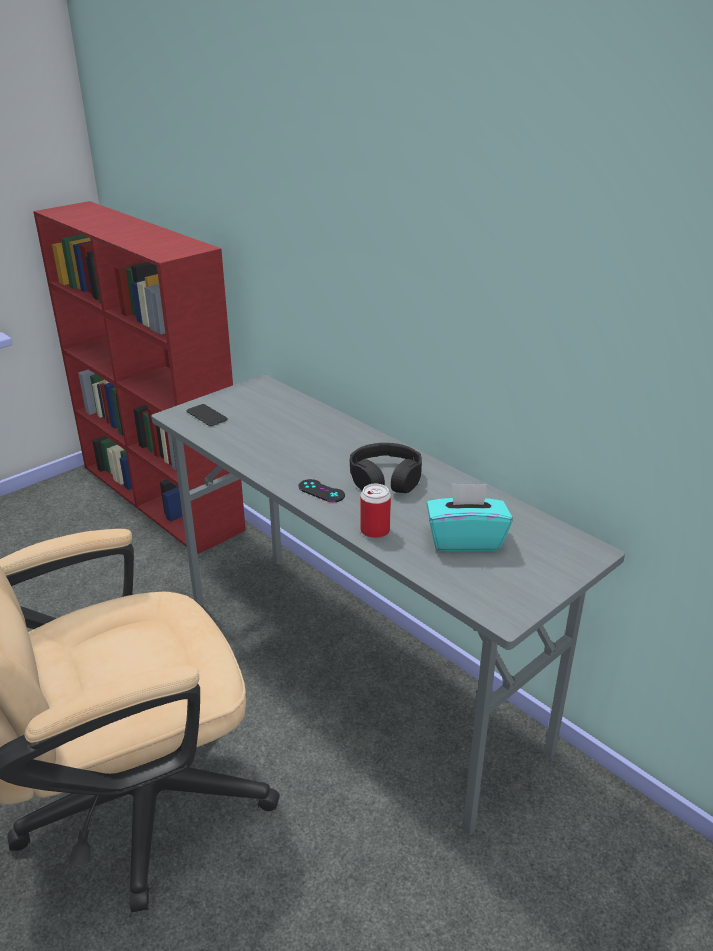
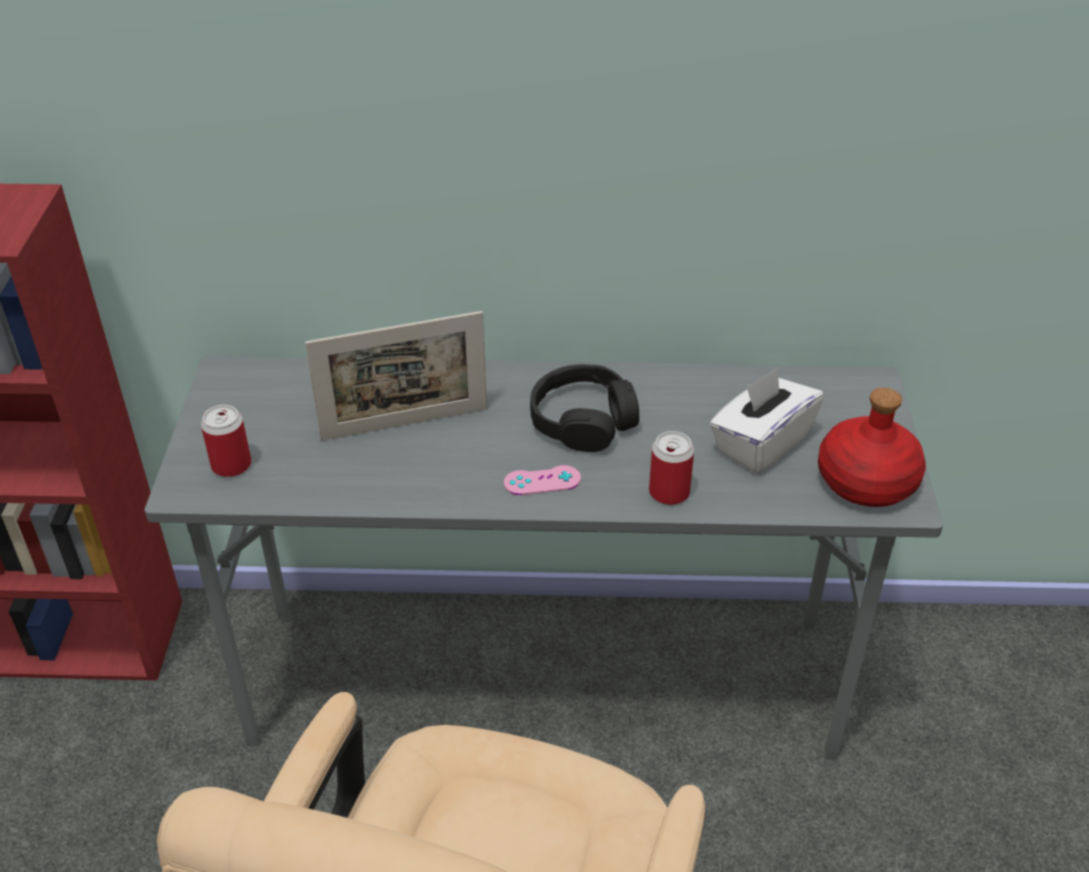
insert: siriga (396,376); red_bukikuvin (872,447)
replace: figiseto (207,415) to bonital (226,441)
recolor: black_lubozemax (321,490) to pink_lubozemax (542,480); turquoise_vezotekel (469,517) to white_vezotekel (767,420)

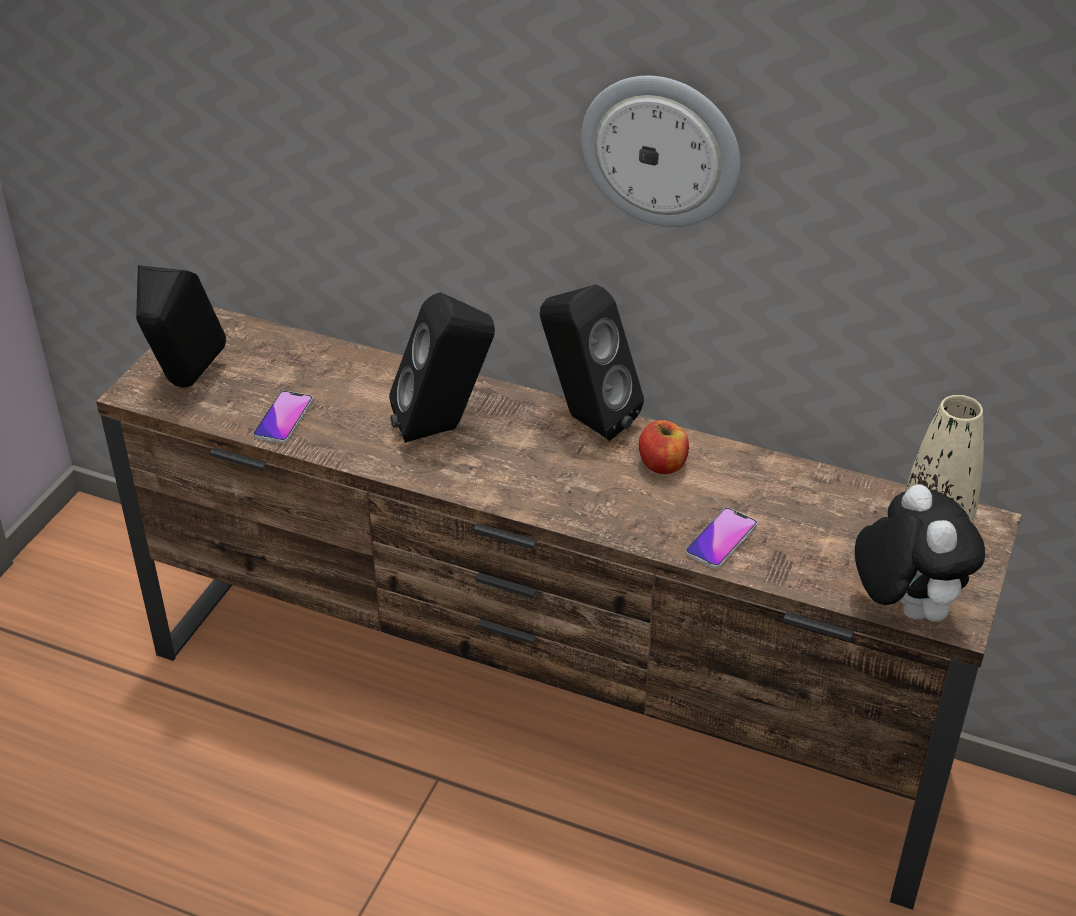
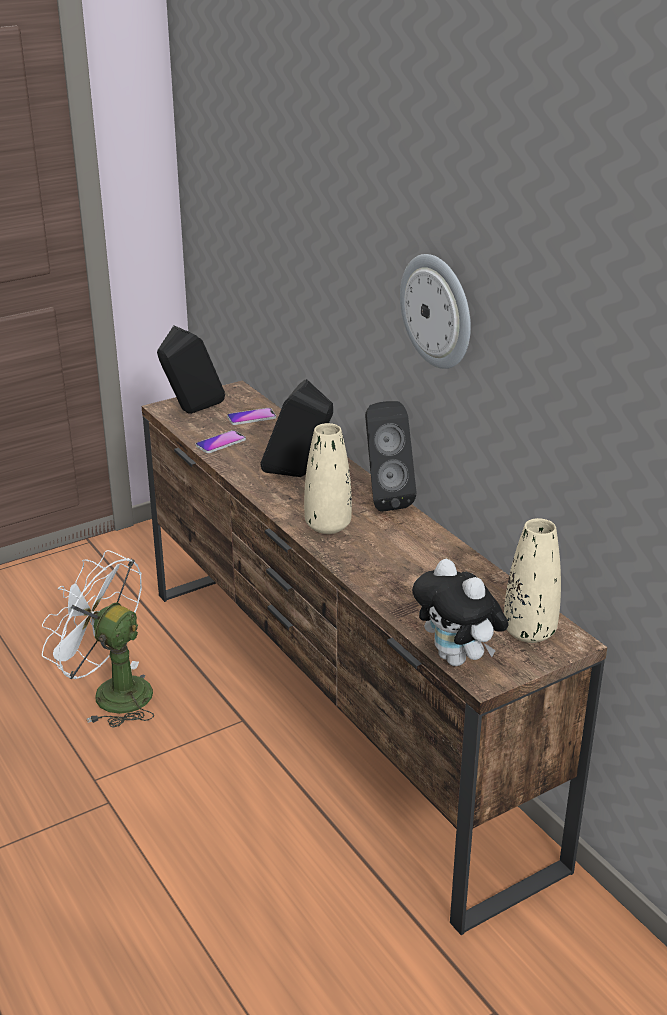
delete: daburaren (664,447)
insert: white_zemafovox (98,639); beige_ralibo (328,478)
move: figiseto (721,538) to (251,416)
rotate: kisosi (920,553) = (460,612) 120 degrees clockwise

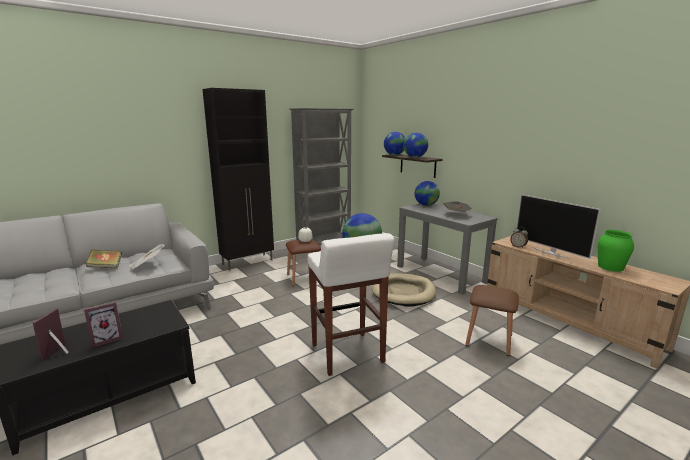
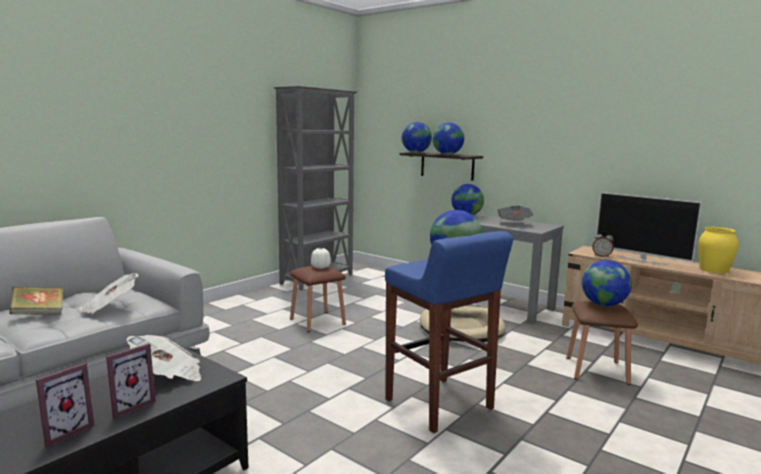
delete: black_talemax (238,179)
insert: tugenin (163,358); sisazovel (607,283)
recolor: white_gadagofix (351,304) to blue_gadagofix (449,332); green_ralibo (616,251) to yellow_ralibo (718,250)
rotate: siriga (51,334) = (65,405) 135 degrees counterclockwise

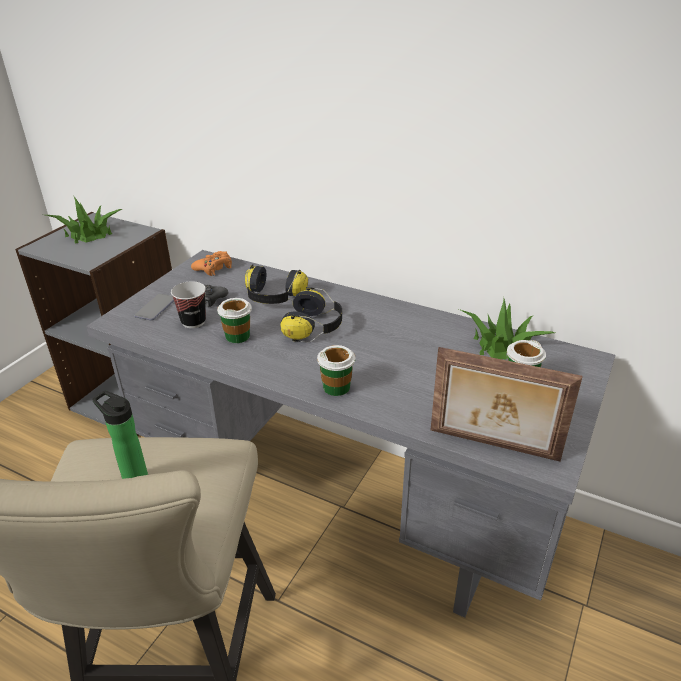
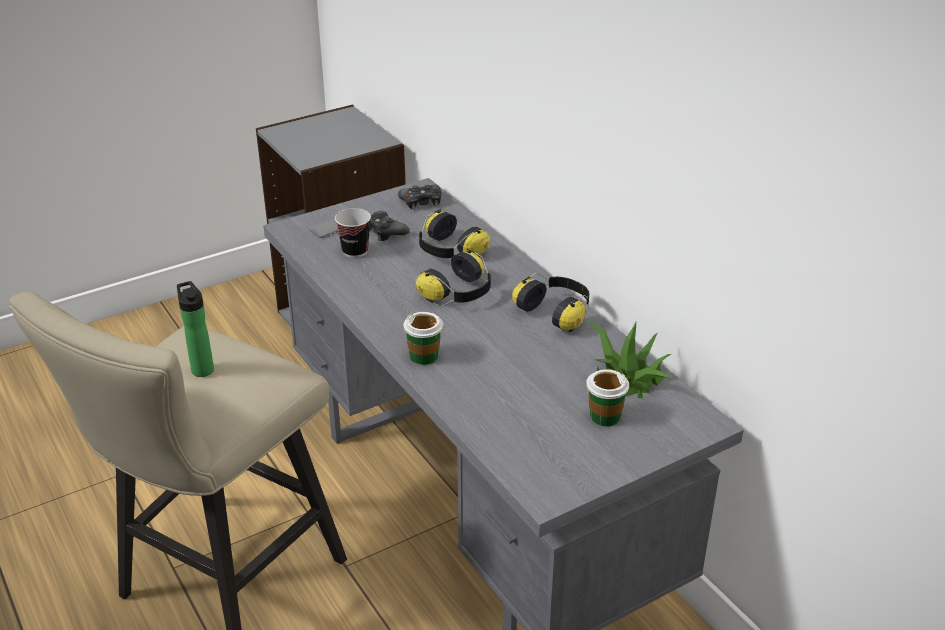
delete: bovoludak (84,220); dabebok (234,320); siriga (506,404)
insert: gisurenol (550,302)
recolor: orange_lubozemax (211,263) to black_lubozemax (419,197)

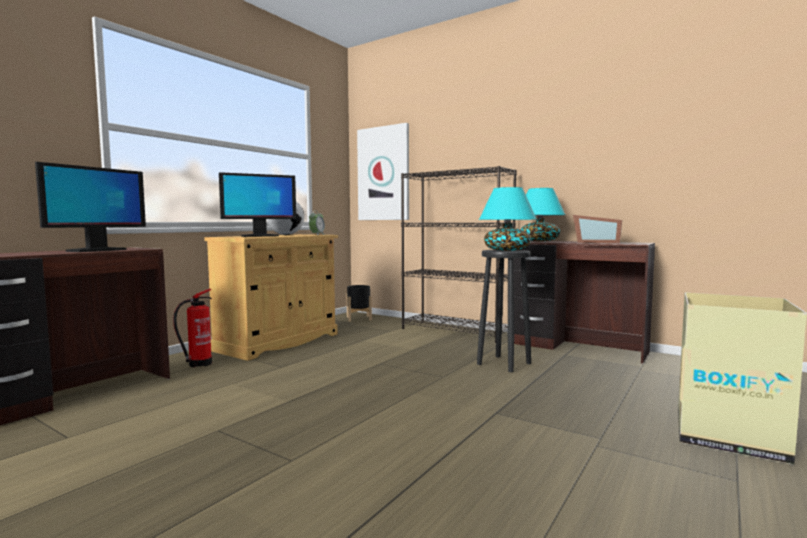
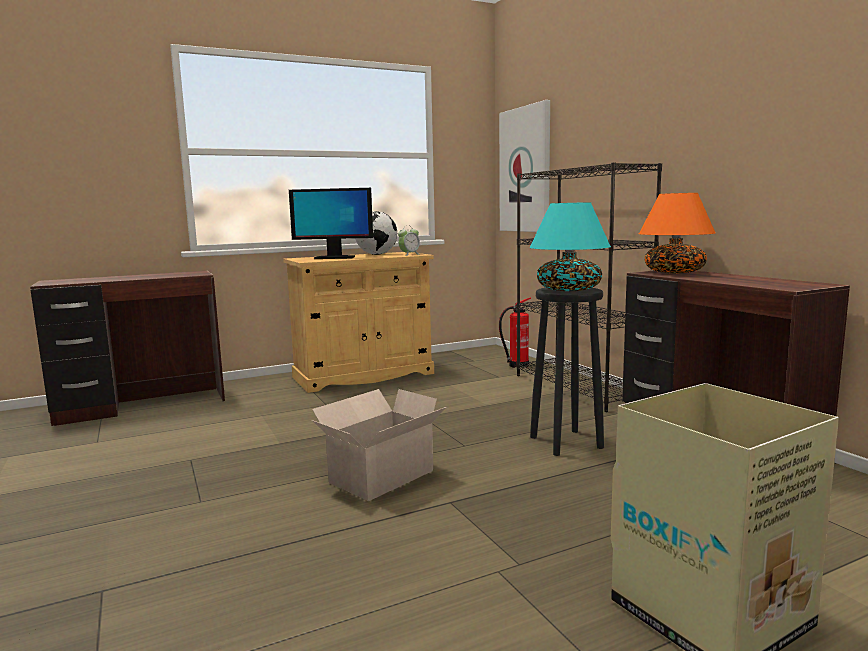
delete: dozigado (90,207); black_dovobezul (359,303); siriga (597,229)
insert: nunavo (379,445)
move: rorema (192,328) to (515,333)
recolor: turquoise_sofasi (542,214) to orange_sofasi (677,233)

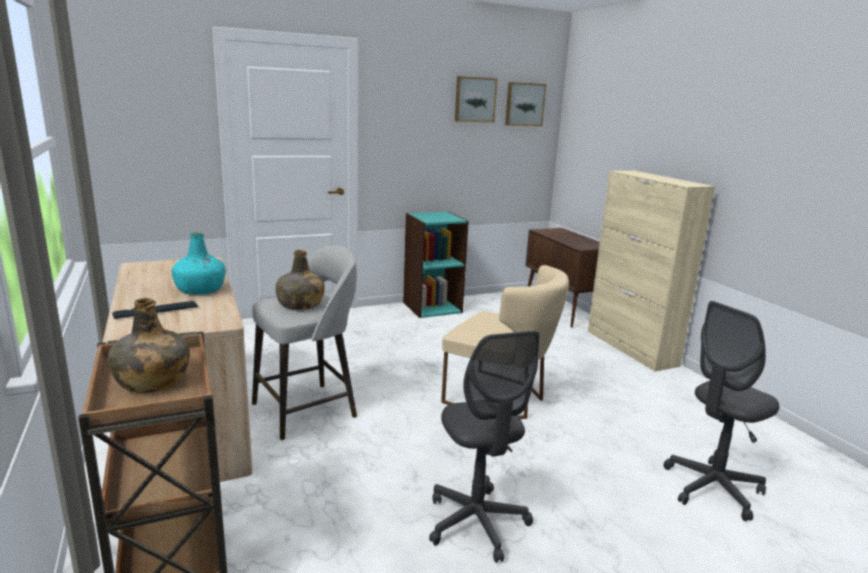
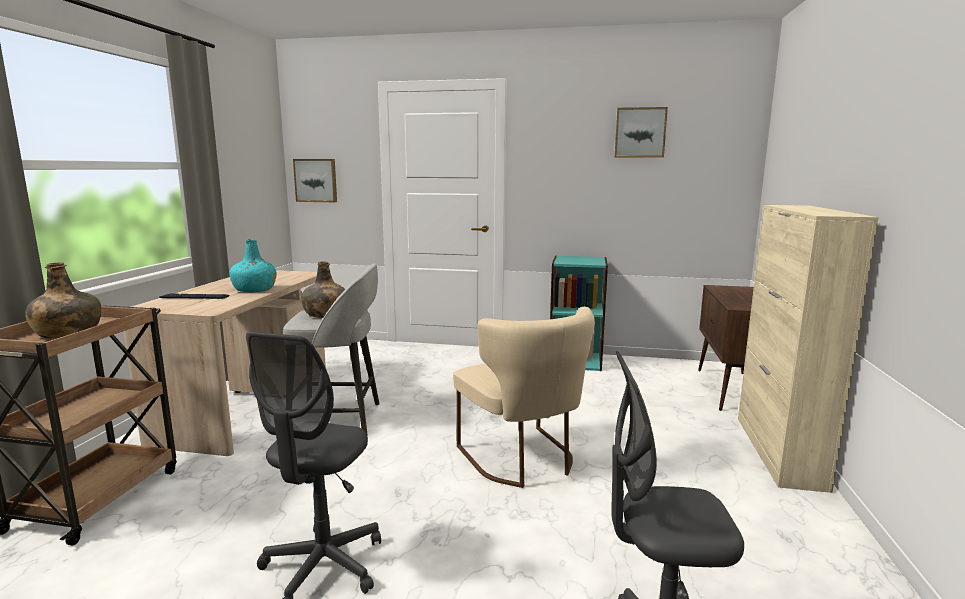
move: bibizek (525,104) to (315,180)

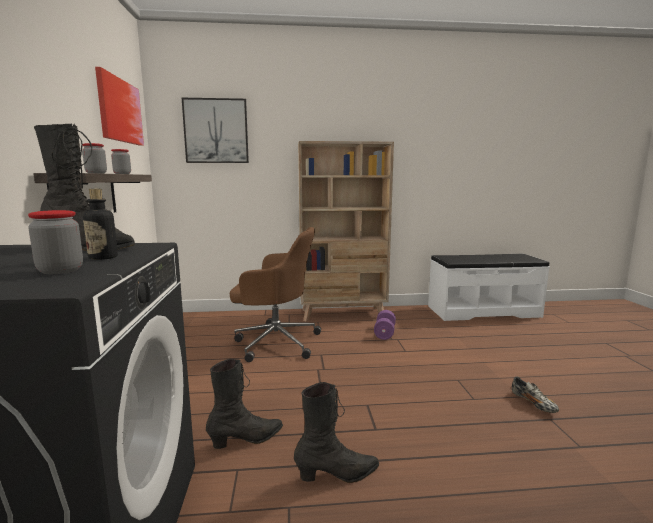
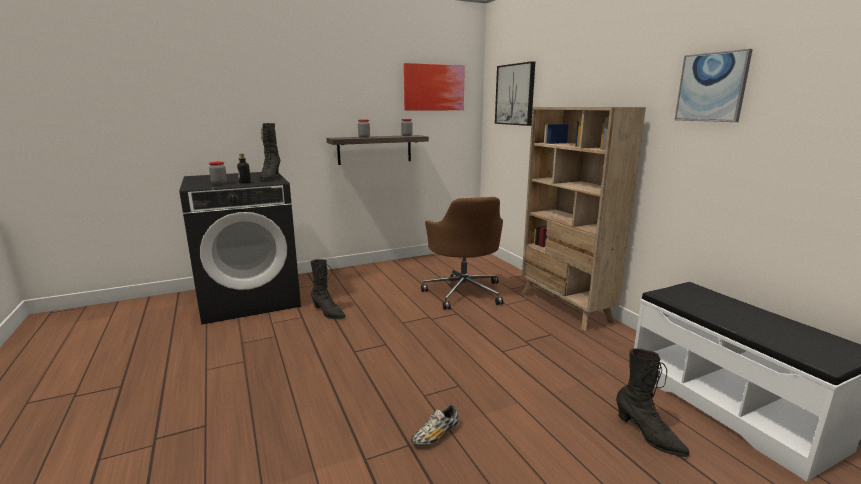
delete: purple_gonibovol (385,325)
insert: bibizek (714,85)
move: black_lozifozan (336,432) to (653,402)

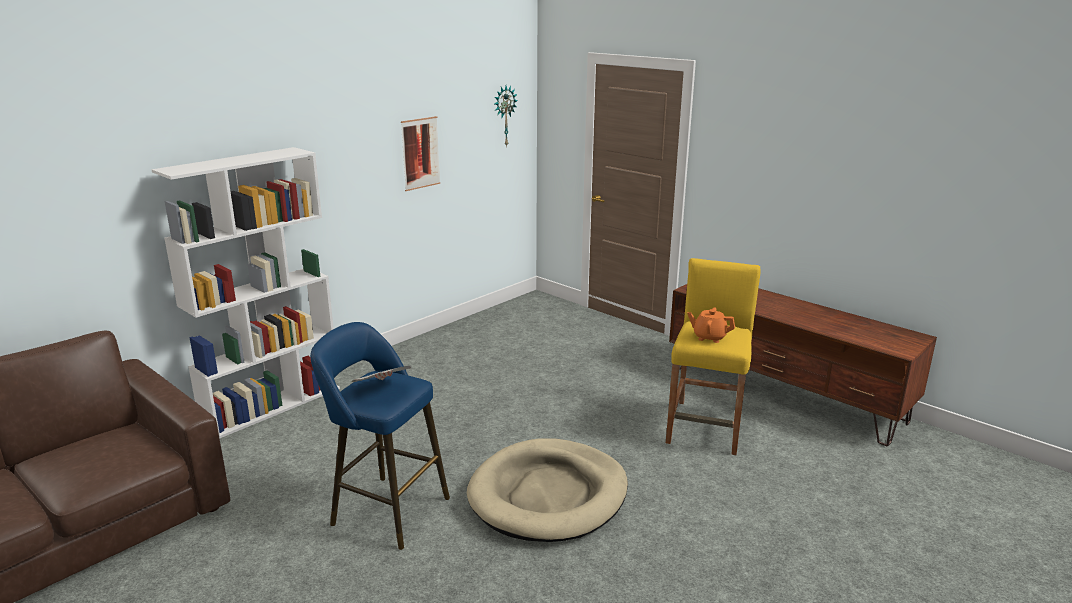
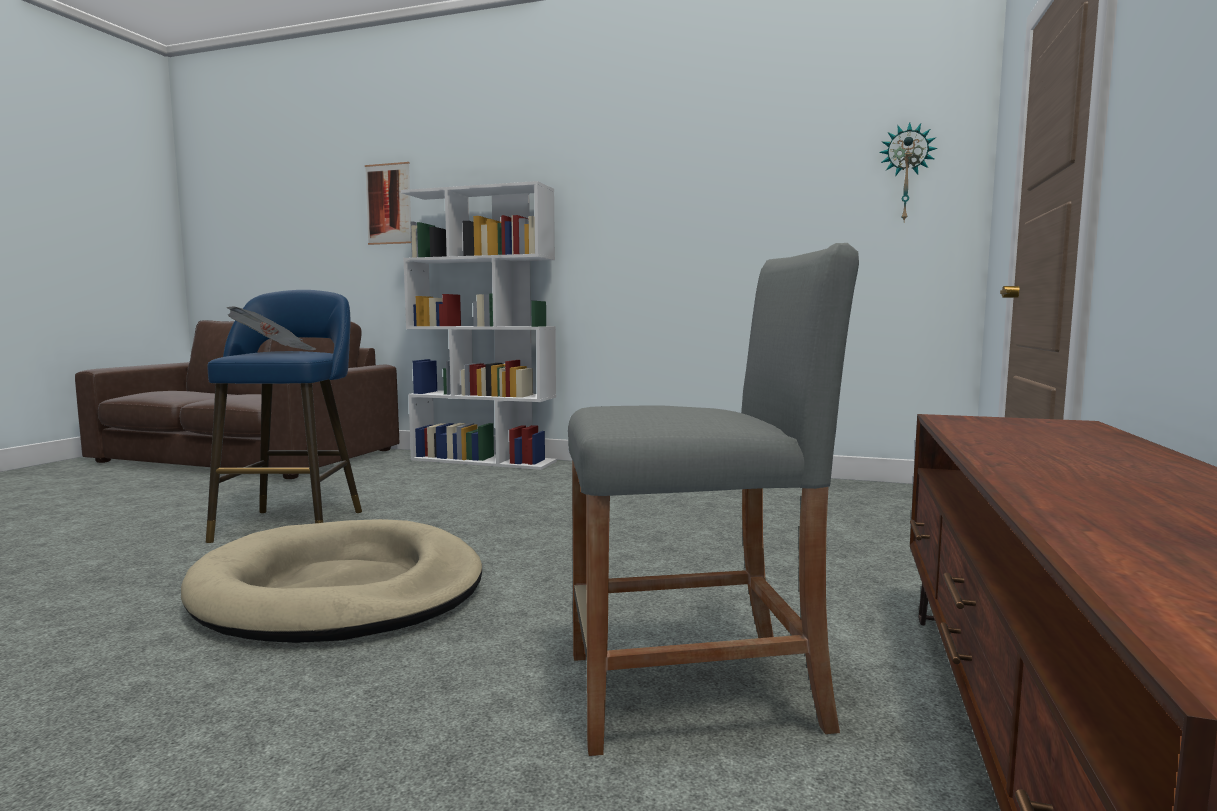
delete: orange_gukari (711,325)
move: bibizek (420,153) to (388,203)
recolor: yellow_gadagofix (713,356) to grey_gadagofix (713,499)

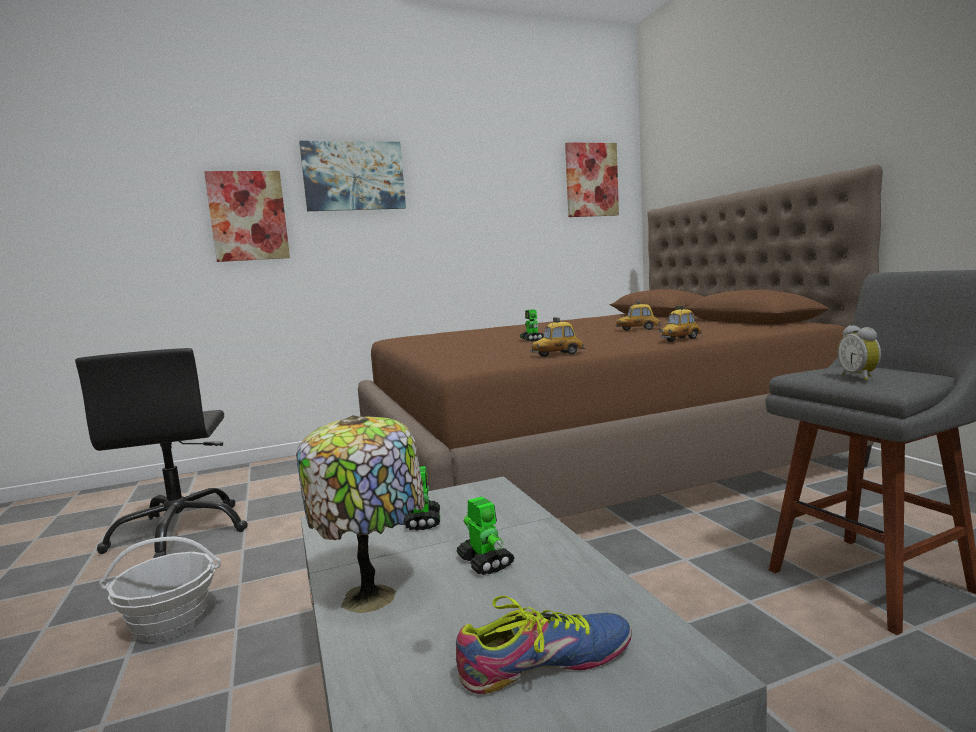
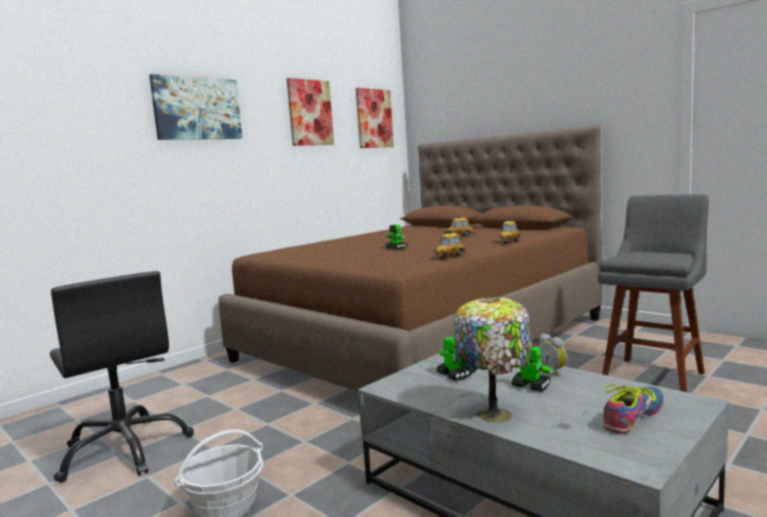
move: bibizek (247,216) to (310,112); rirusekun (859,353) to (552,355)

